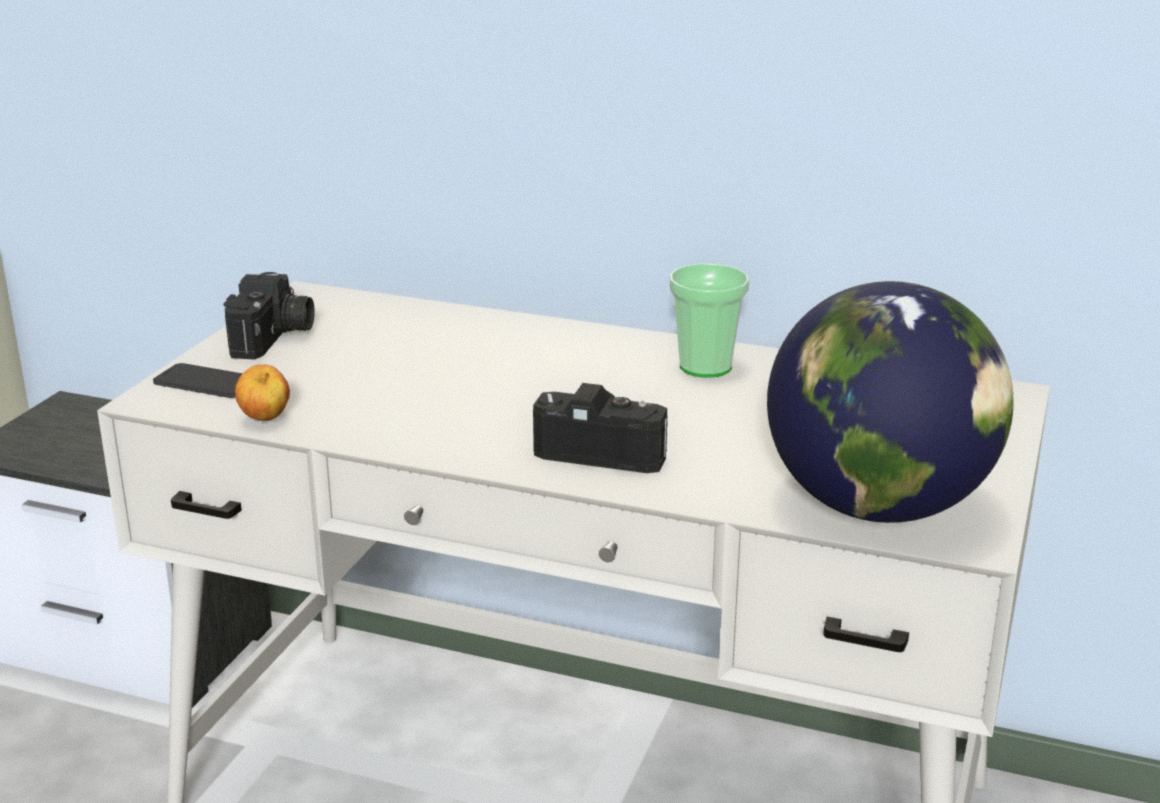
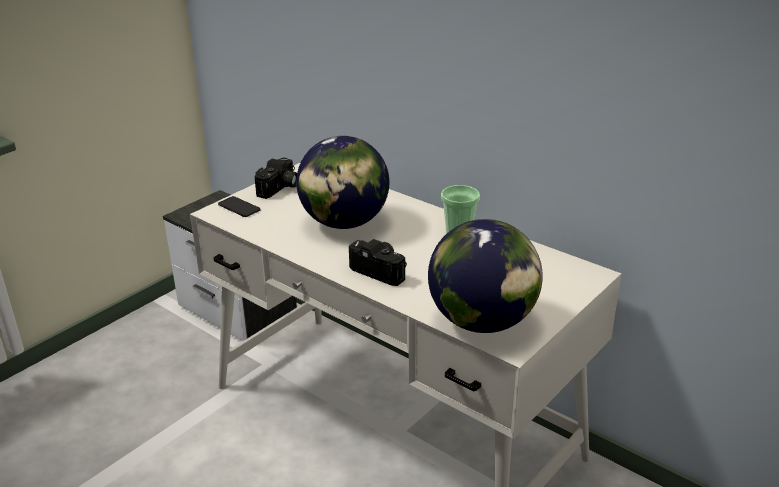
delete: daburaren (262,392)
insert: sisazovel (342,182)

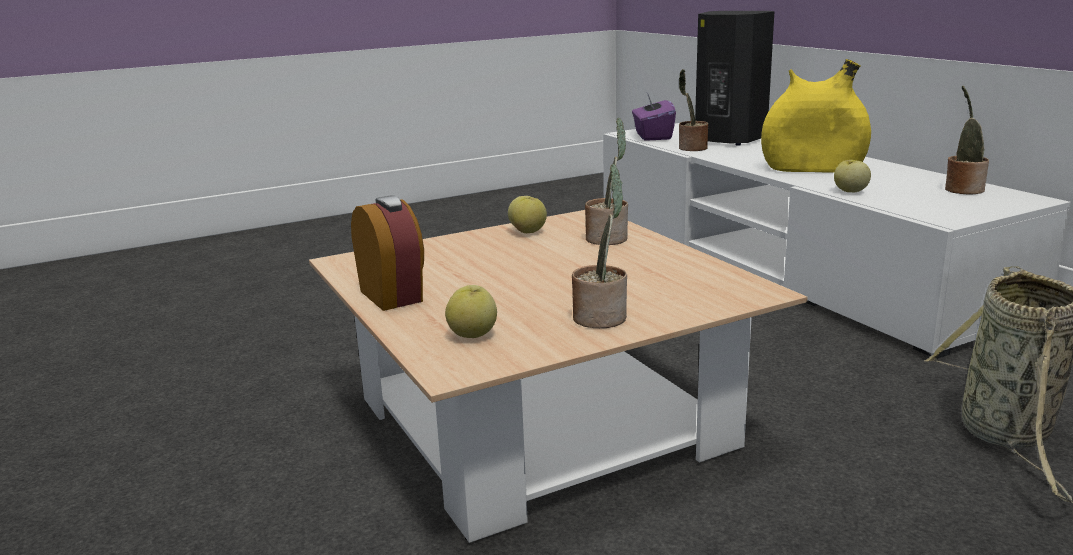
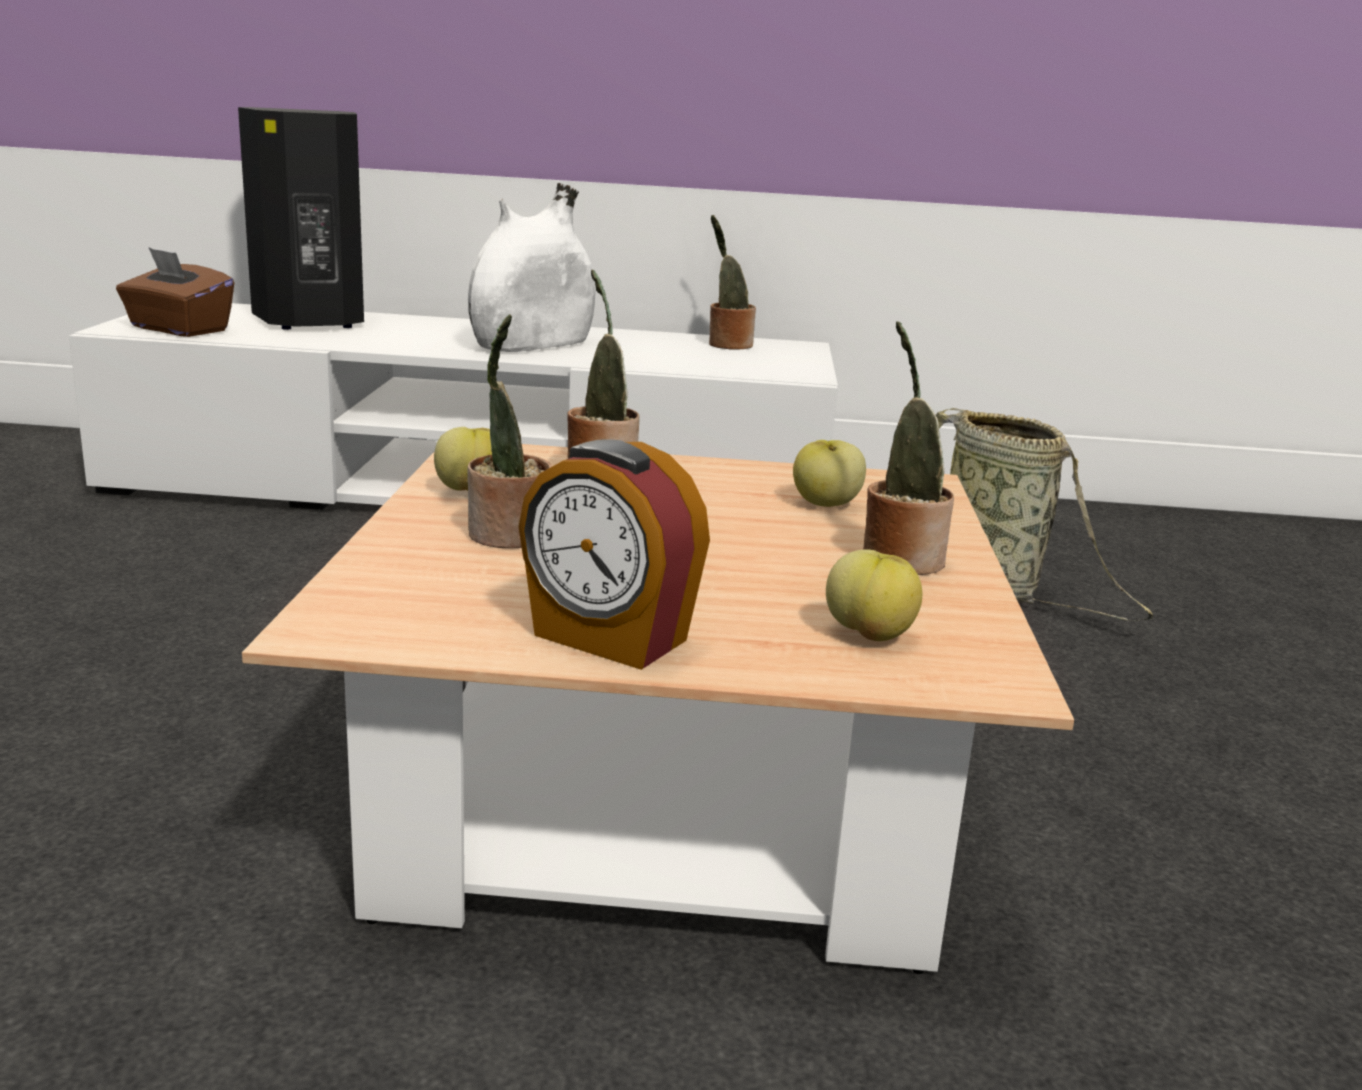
move: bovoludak (693,110) to (509,431); daburaren (852,176) to (829,473)
recolor: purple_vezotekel (654,117) to brown_vezotekel (175,292); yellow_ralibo (816,115) to white_ralibo (531,267)
rotate: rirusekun (387,253) = (614,554) 150 degrees counterclockwise

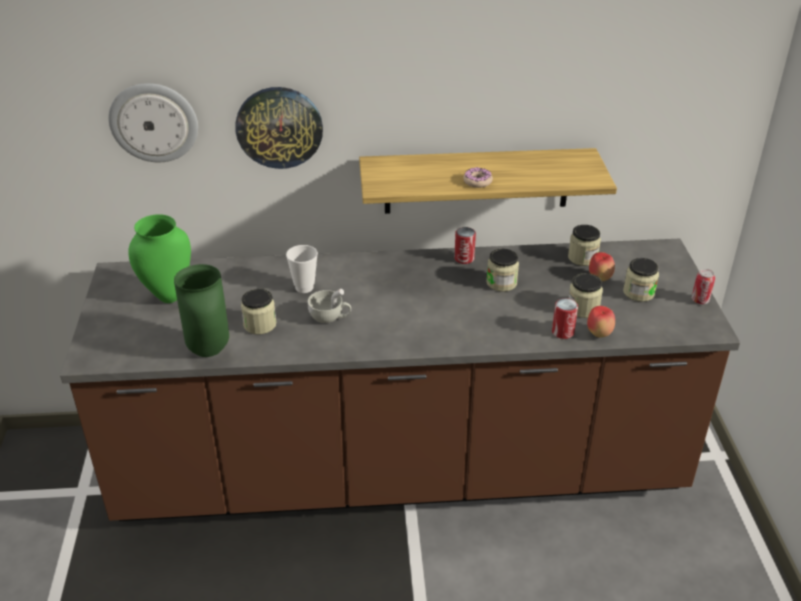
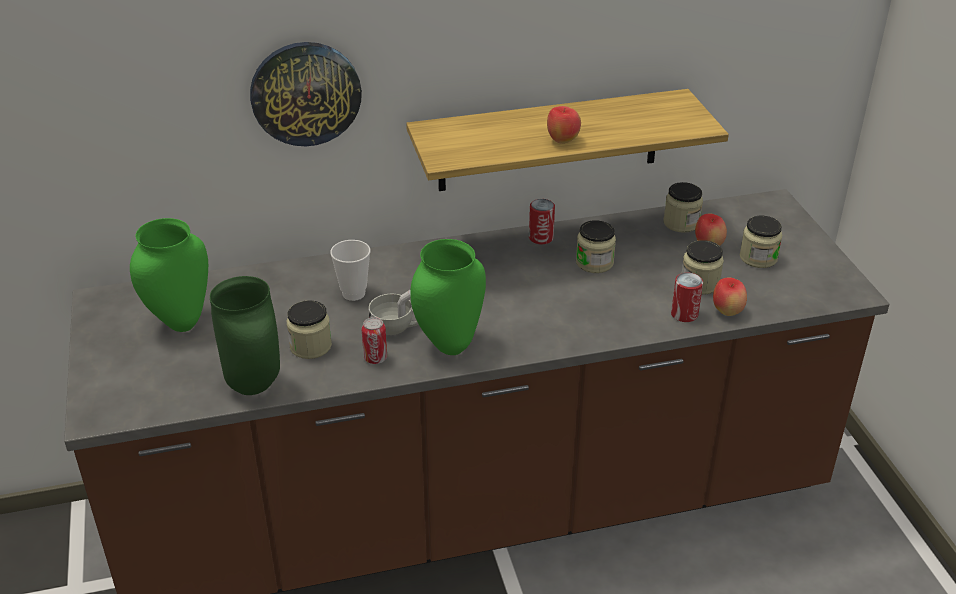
delete: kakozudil (153,122)
insert: green_ralibo (448,297)
move: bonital (703,286) to (374,340)
replace: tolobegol (478,177) to daburaren (564,125)

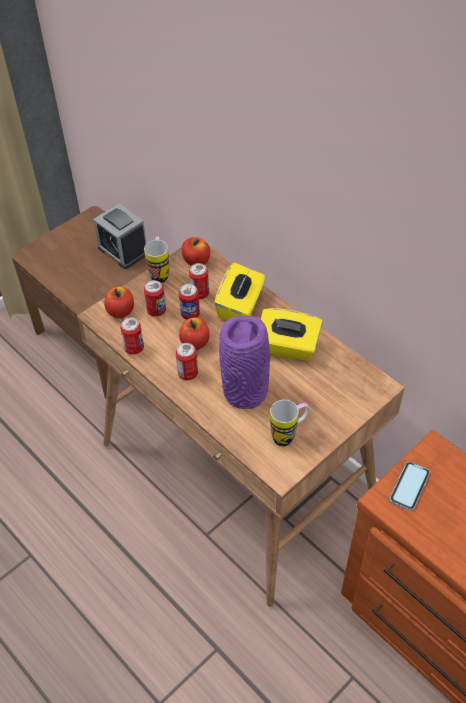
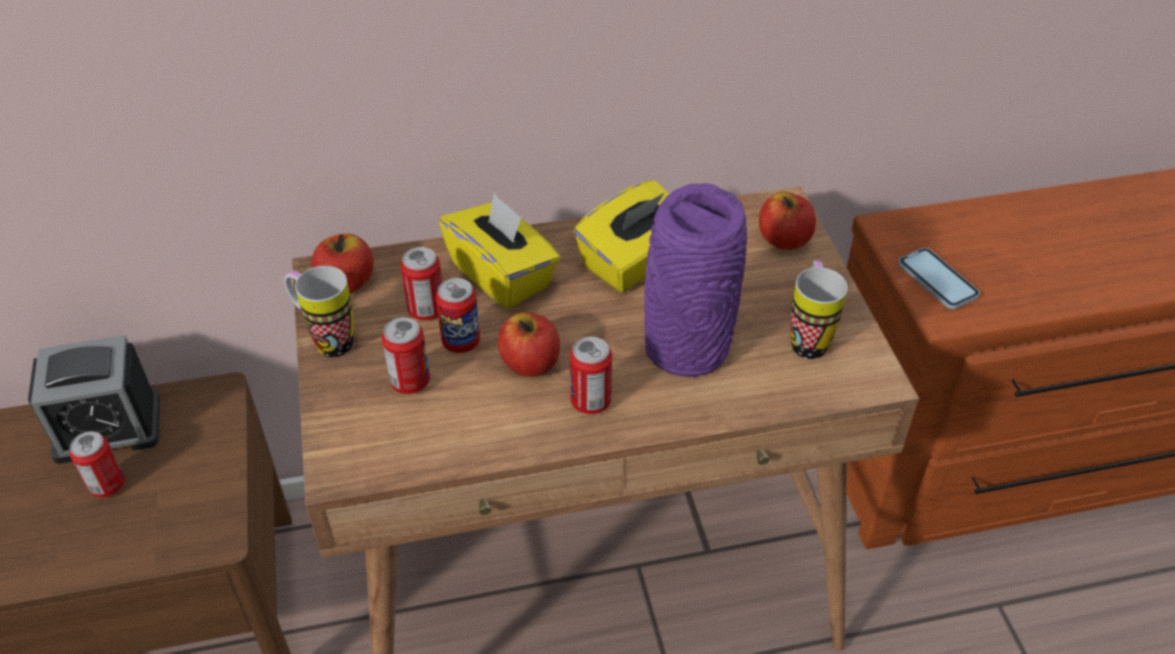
move: bonital (132,336) to (97,464); daburaren (119,302) to (787,221)

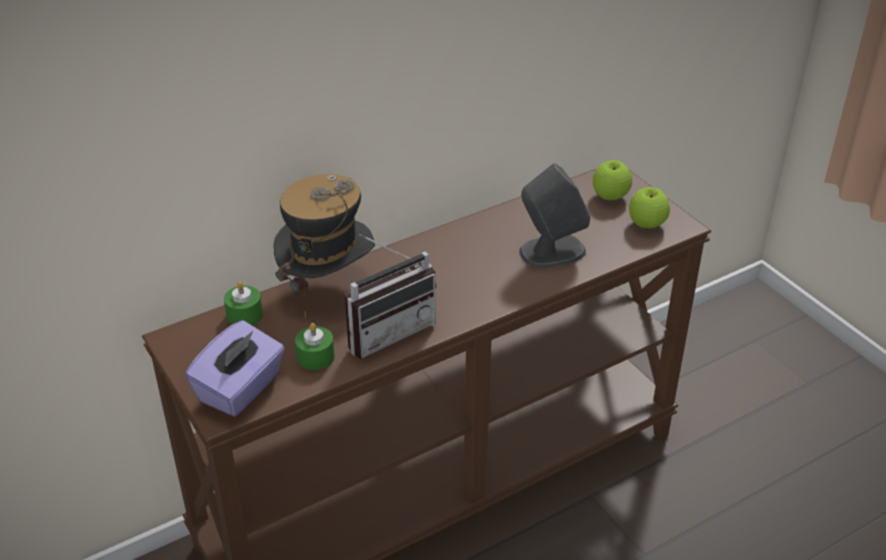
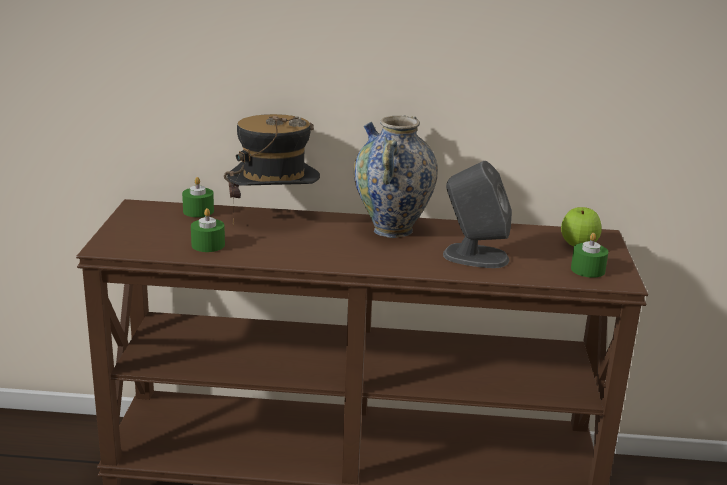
delete: purple_vezotekel (235,368); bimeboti (390,296)
insert: ralibo (396,176)
replace: daburaren (649,207) to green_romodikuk (589,255)

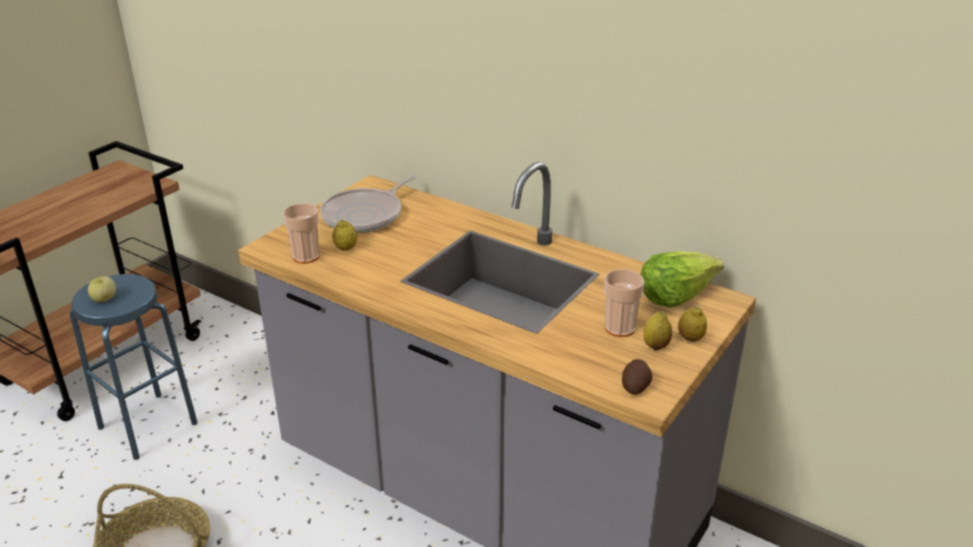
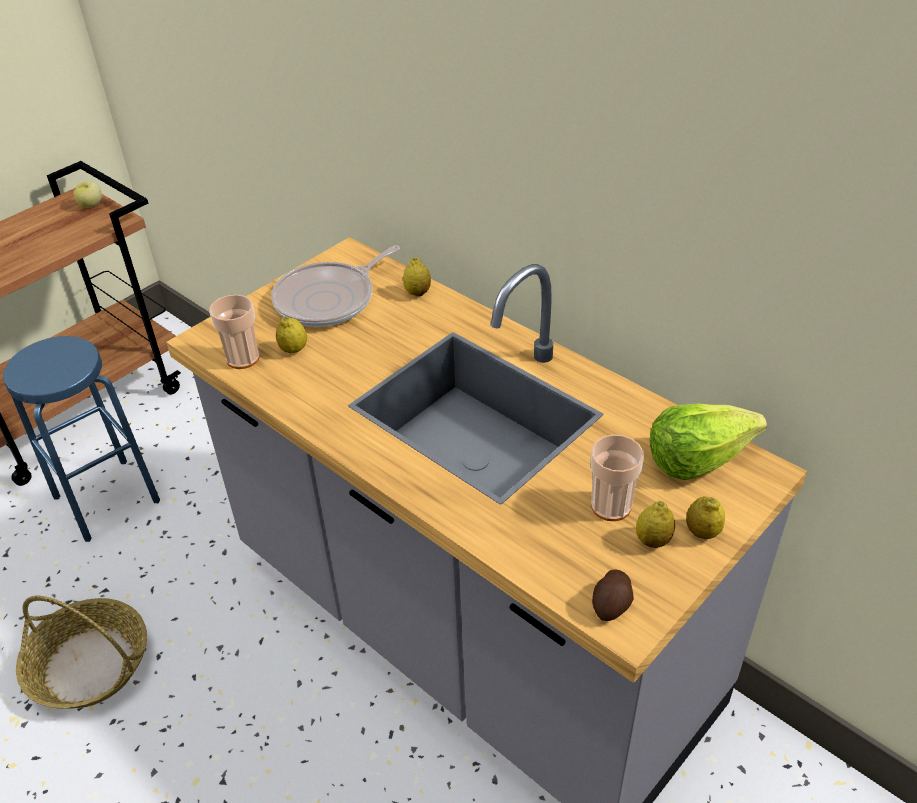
insert: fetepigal (417,276)
move: daburaren (102,289) to (88,194)

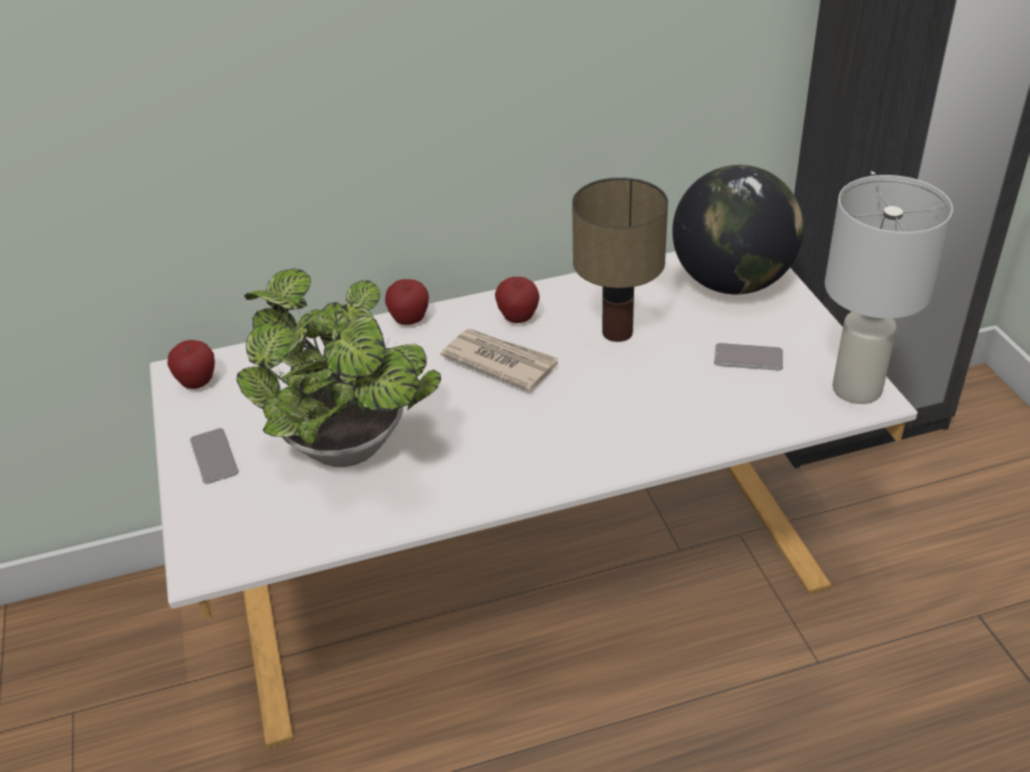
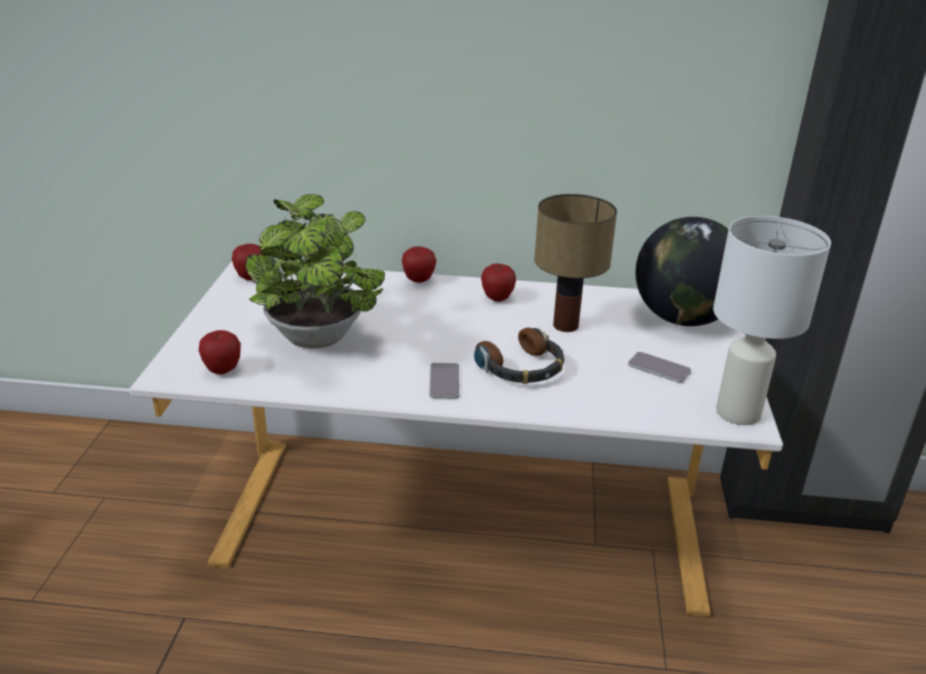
delete: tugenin (500,360)
insert: daburaren (220,352); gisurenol (519,356)
move: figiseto (214,456) to (444,381)

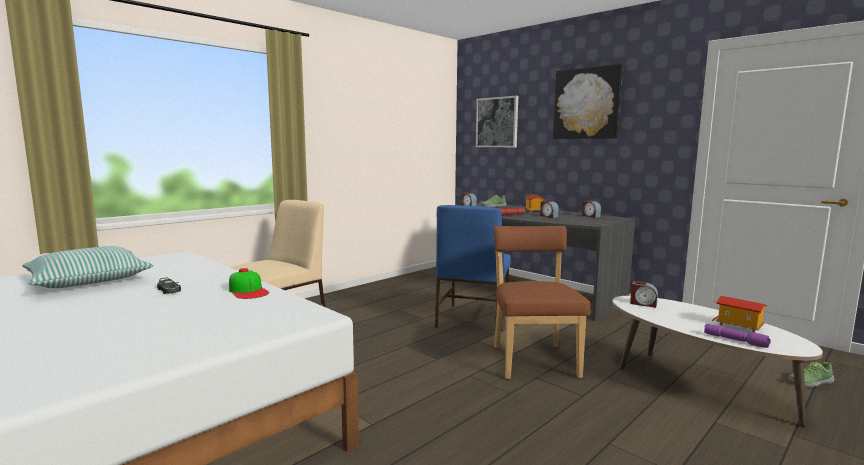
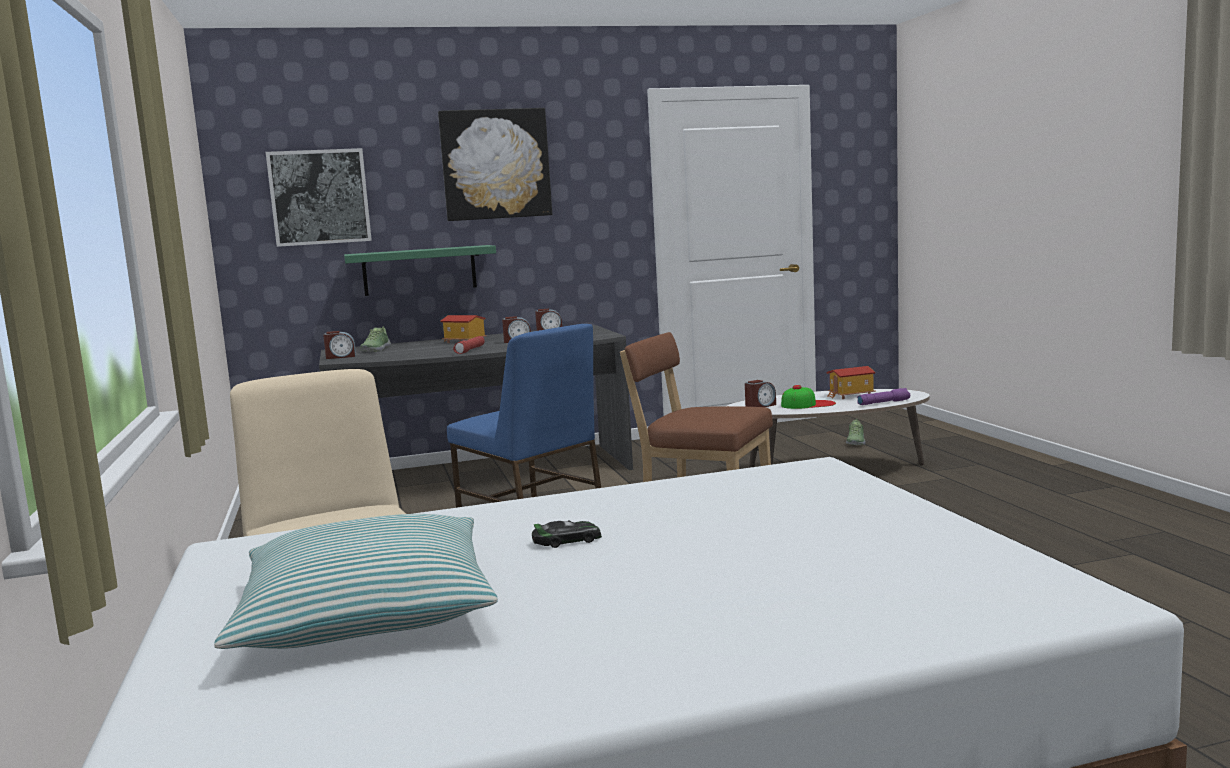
insert: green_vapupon (420,270)
move: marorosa (249,283) to (808,397)

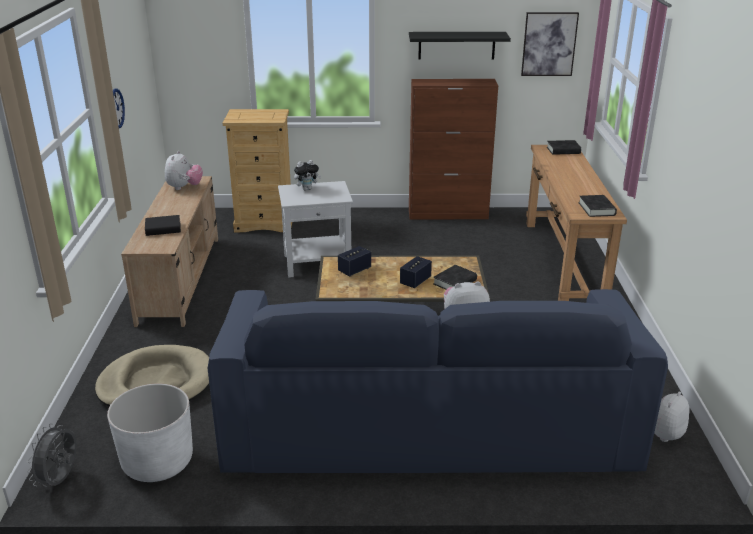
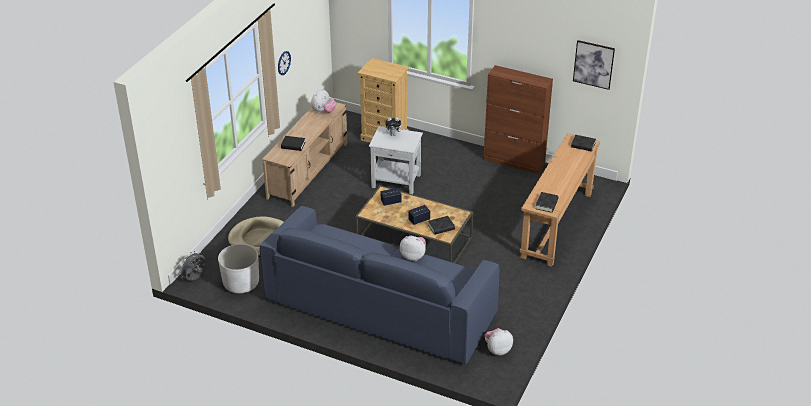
delete: black_vapupon (460,45)

